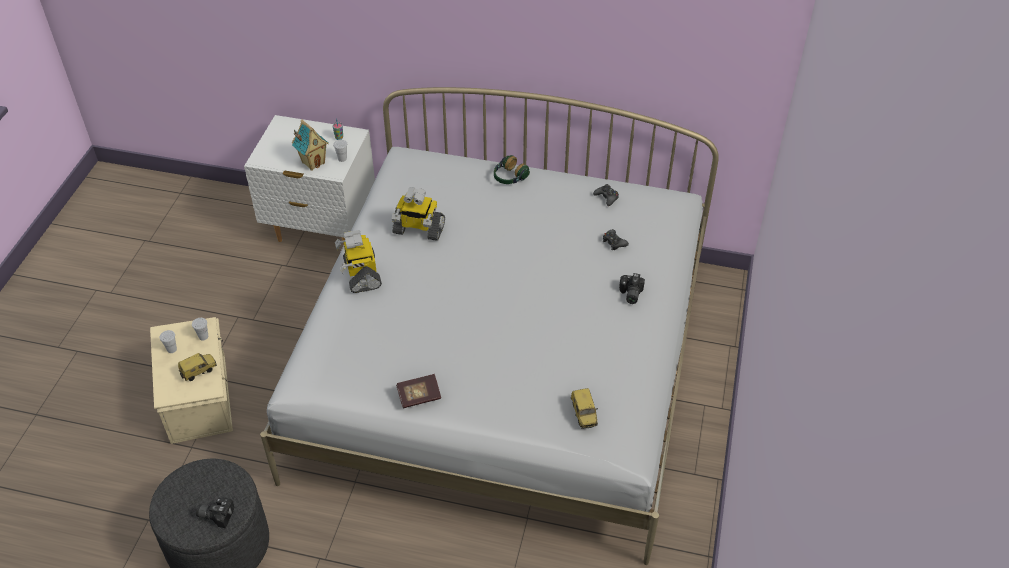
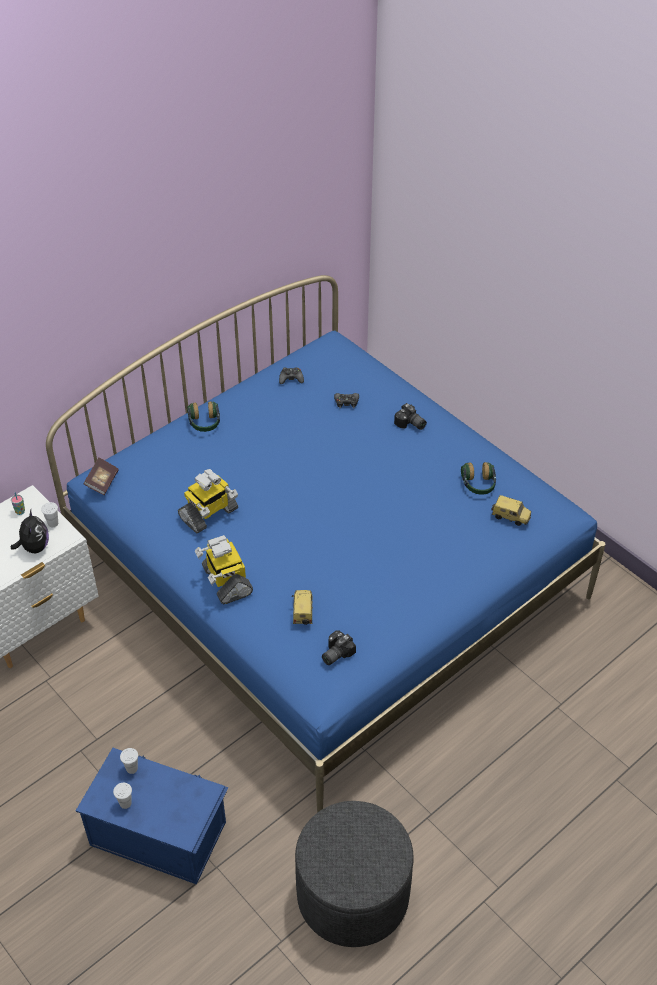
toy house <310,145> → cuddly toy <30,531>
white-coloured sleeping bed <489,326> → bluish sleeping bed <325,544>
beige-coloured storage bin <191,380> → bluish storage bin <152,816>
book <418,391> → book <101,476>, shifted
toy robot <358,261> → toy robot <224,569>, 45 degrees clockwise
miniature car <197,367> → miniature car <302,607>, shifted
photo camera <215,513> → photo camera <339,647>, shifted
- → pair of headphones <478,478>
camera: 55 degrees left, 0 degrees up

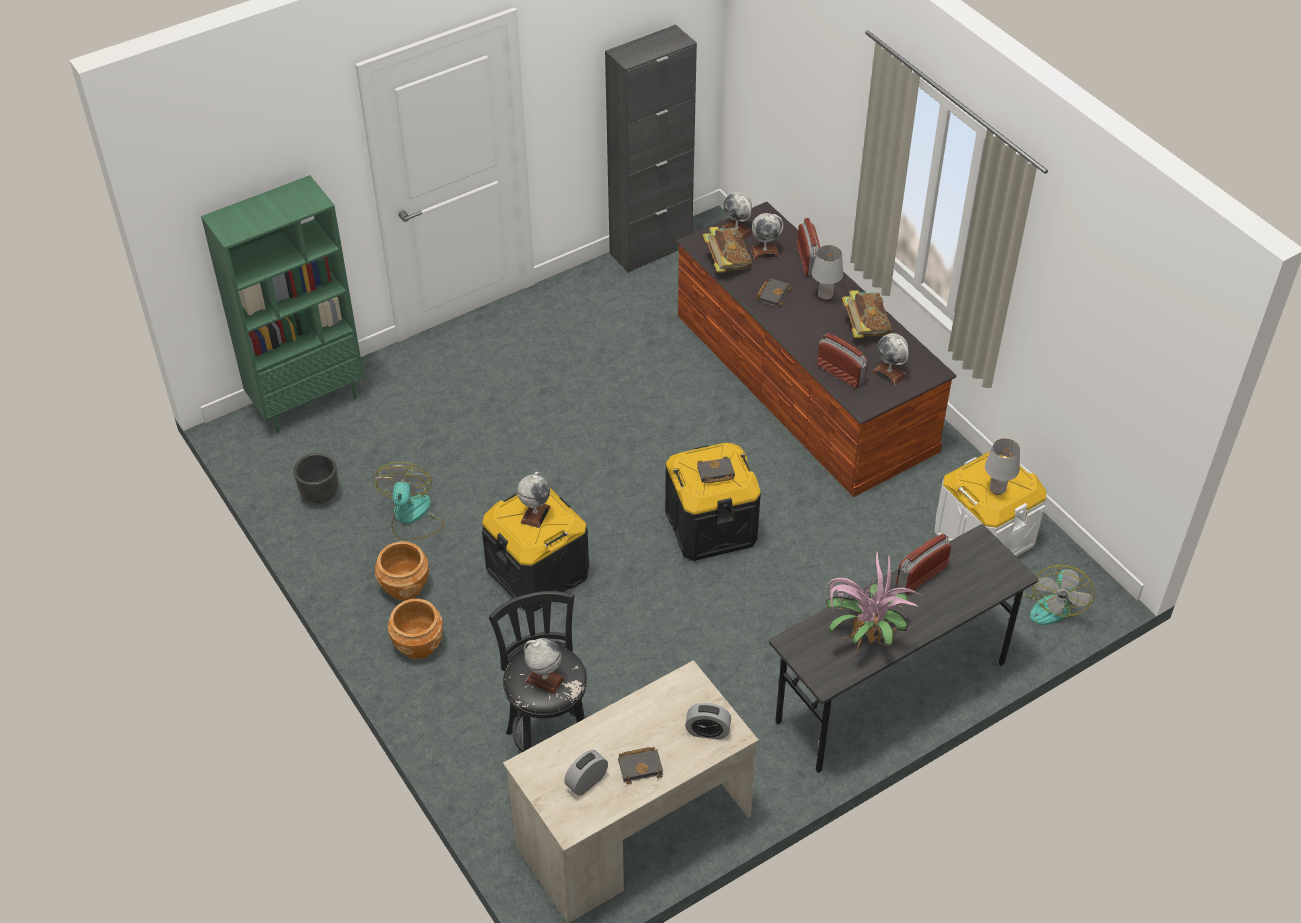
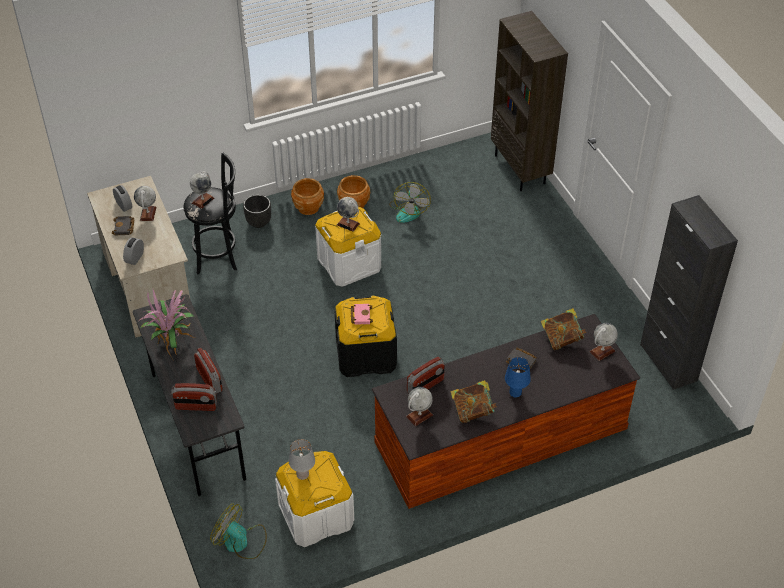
globe <766,236> → globe <145,203>, shifted
radio receiver <808,247> → radio receiver <194,397>, shifted
blackish planter <316,478> → blackish planter <257,211>, shifted
blackish storage bin <535,549> → white-coloured storage bin <348,247>
blackish book <716,470> → pink-coloured book <362,314>
fan <408,501> → fan <410,202>, 90 degrees clockwise
greenish bookshelf <282,304> → brown-coloured bookshelf <529,101>
gray lamp for a table <827,272> → bluish lamp for a table <518,377>
camera: 100 degrees right, 0 degrees up

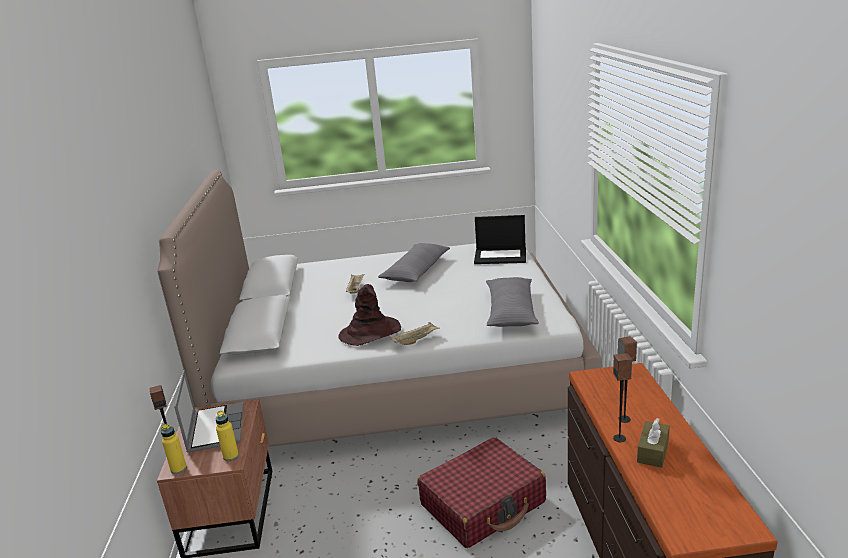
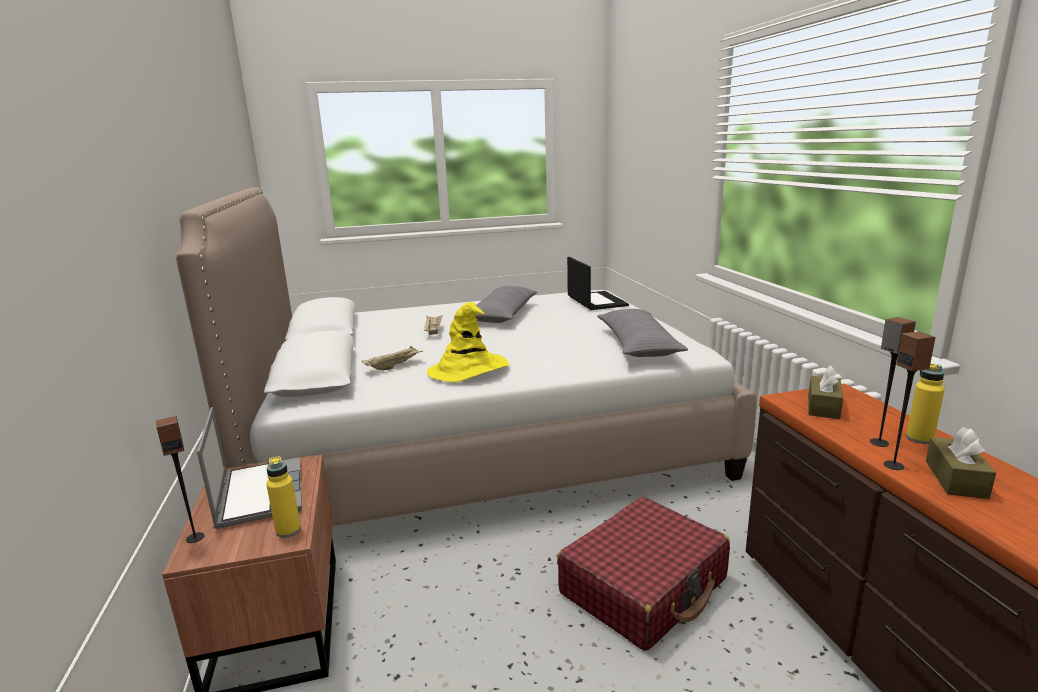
beige-coloured tray <415,333> → beige-coloured tray <392,358>, shifted
brown-coloured clothing hat <369,315> → yellowish clothing hat <468,342>
portable computer <500,239> → portable computer <598,283>, 105 degrees counterclockwise
- → brown-coloured box of tissues <825,392>
yellowish drink bottle <174,449> → yellowish drink bottle <925,403>, shifted
camera: 10 degrees left, 5 degrees down

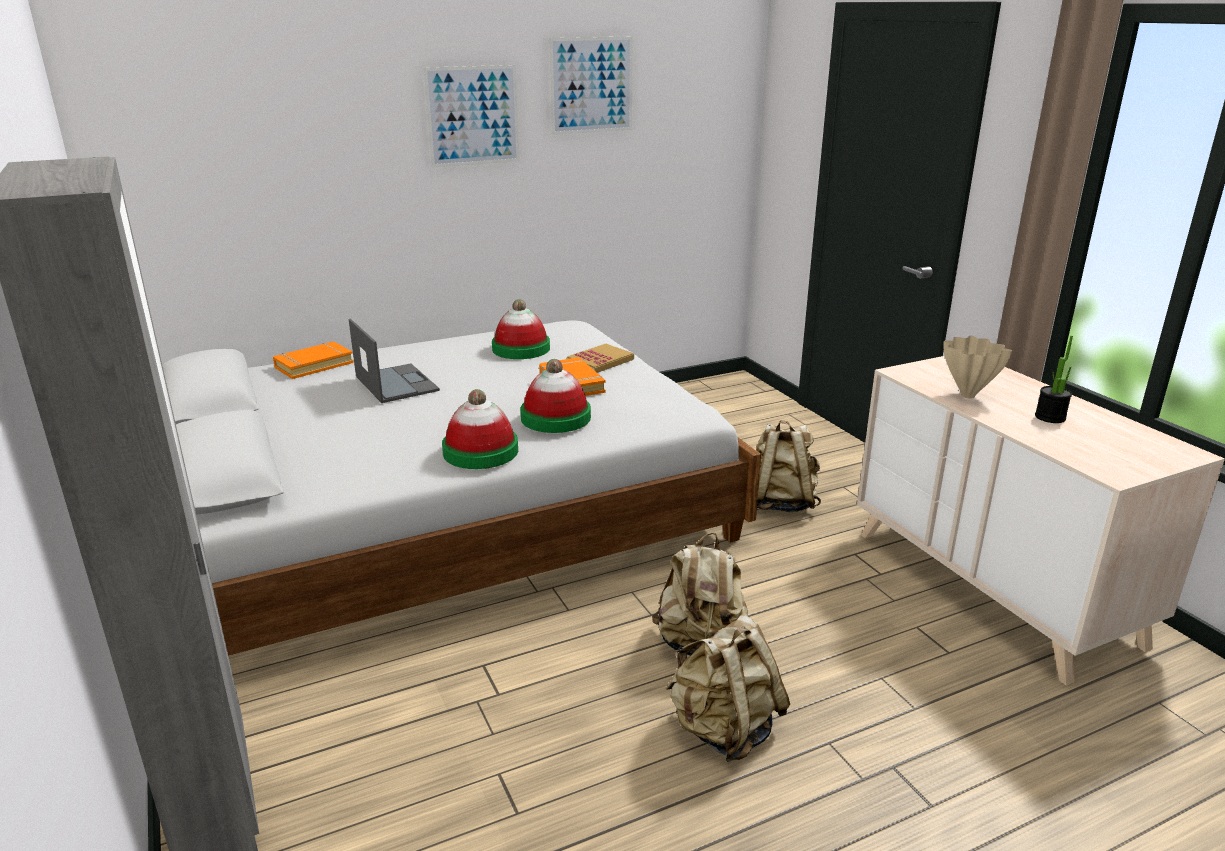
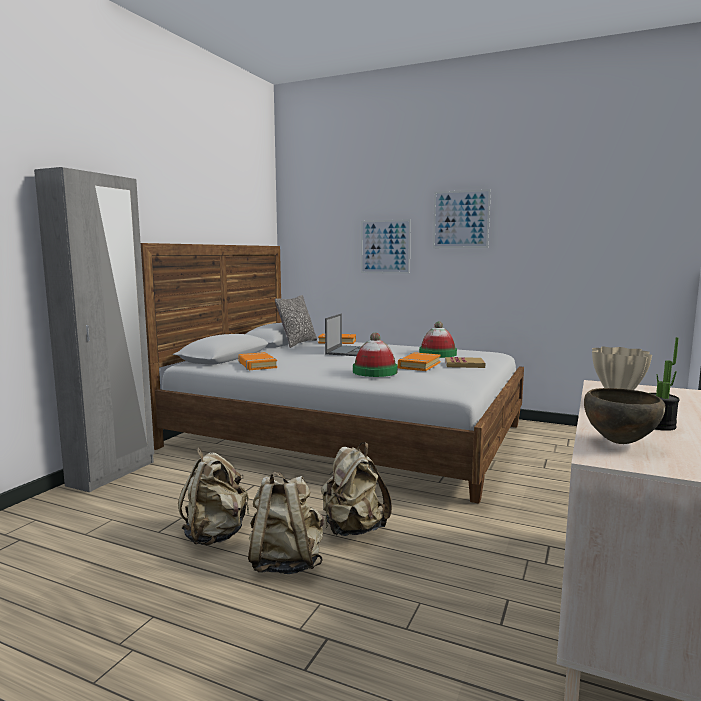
beige-coloured backpack <788,466> → beige-coloured backpack <214,496>, shifted
- → orange book <257,361>
- → cushion <296,321>
wall picture <591,86> → wall picture <386,246>, shifted
- → brown-coloured bowl <625,416>
clothing hat <480,429> → -
camera: 50 degrees right, 15 degrees down

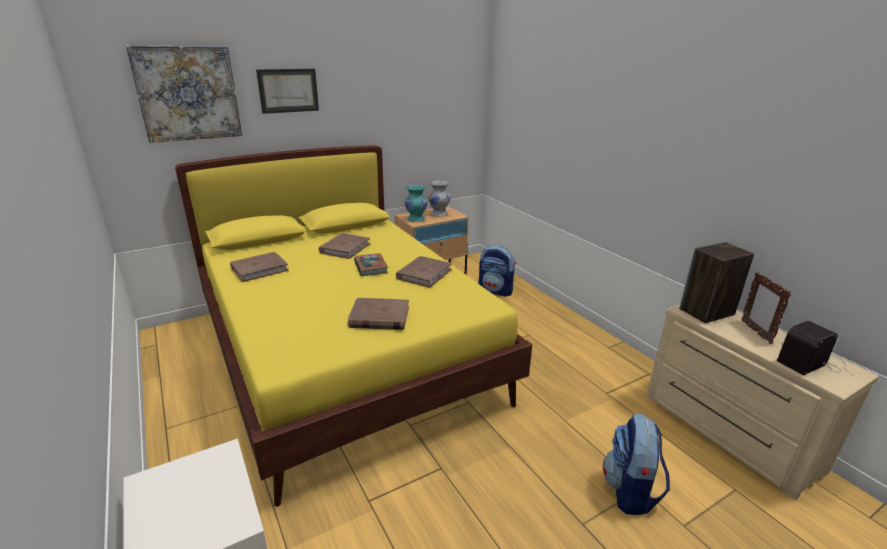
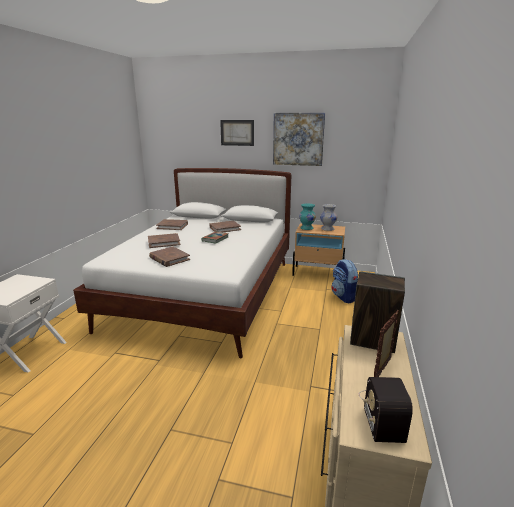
yellowish sleeping bed <354,326> → white-coloured sleeping bed <182,263>
brown-coloured book <424,272> → brown-coloured book <164,240>, shifted
wall picture <184,94> → wall picture <299,139>, shifted
radio receiver <815,348> → radio receiver <386,410>, 105 degrees counterclockwise
backpack <636,464> → -
camera: 45 degrees right, 5 degrees down

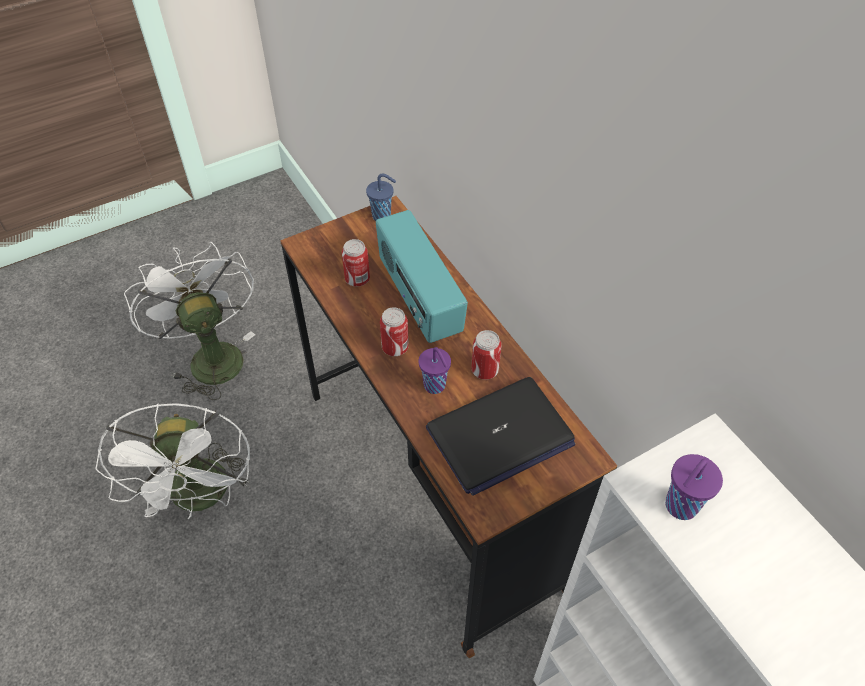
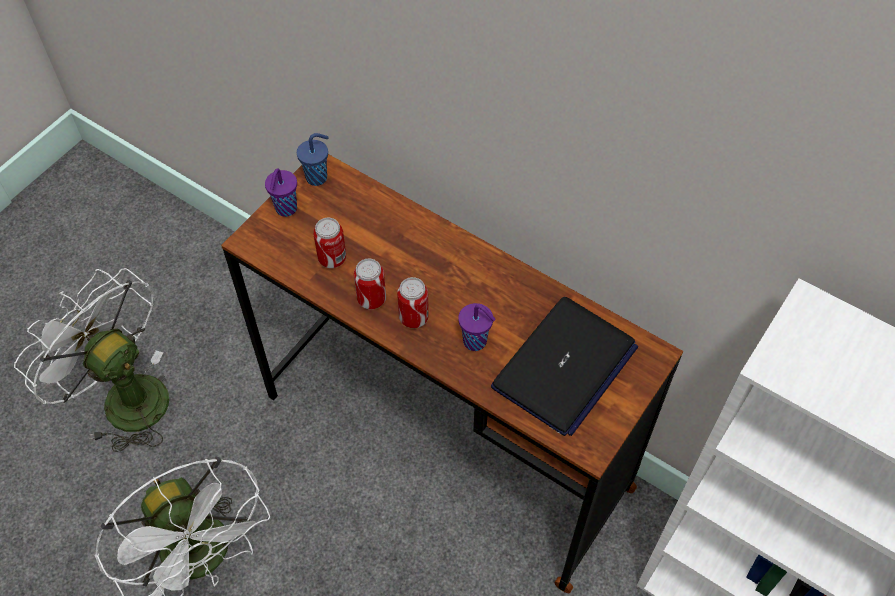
purple drinking cup <694,487> → purple drinking cup <281,192>, shifted
can <486,355> → can <370,283>, shifted
radio receiver <422,276> → -
camera: 25 degrees left, 5 degrees up

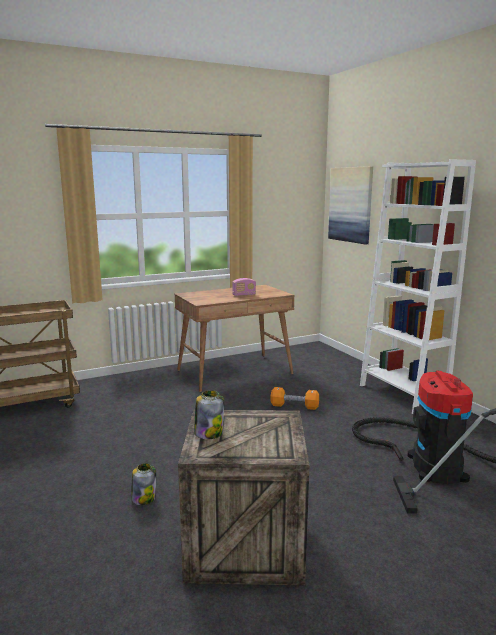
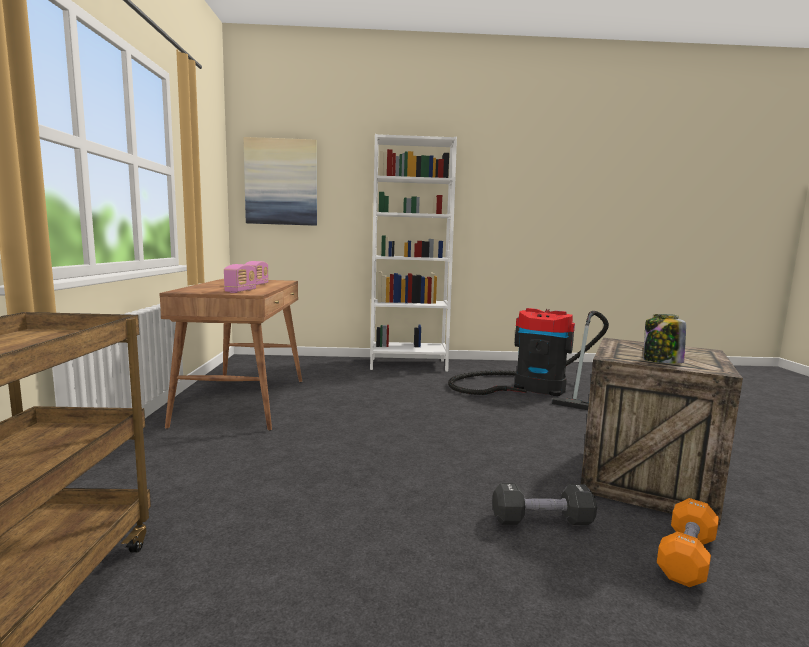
- → radio receiver <240,278>
jar <143,484> → blackish free weight <544,504>
orange free weight <294,398> → orange free weight <688,542>, shifted
camera: 65 degrees left, 5 degrees down

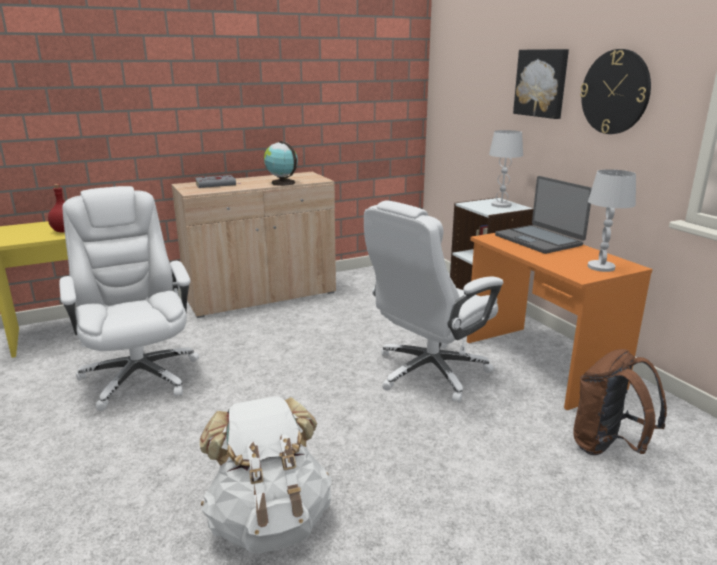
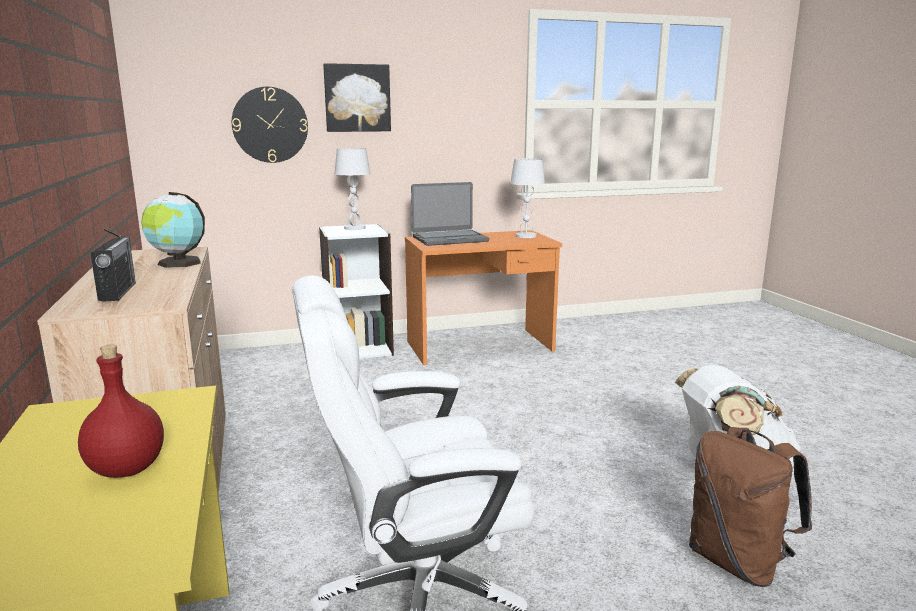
gray book <218,181> → radio receiver <113,264>
hanging clock <615,91> → hanging clock <270,125>, shifted
brown-coloured backpack <620,402> → brown-coloured backpack <750,507>, shifted
white-coloured computer chair <433,302> → -
camera: 80 degrees left, 5 degrees down

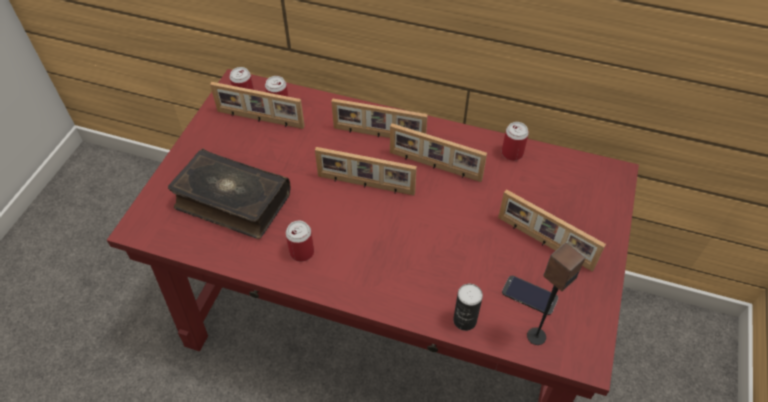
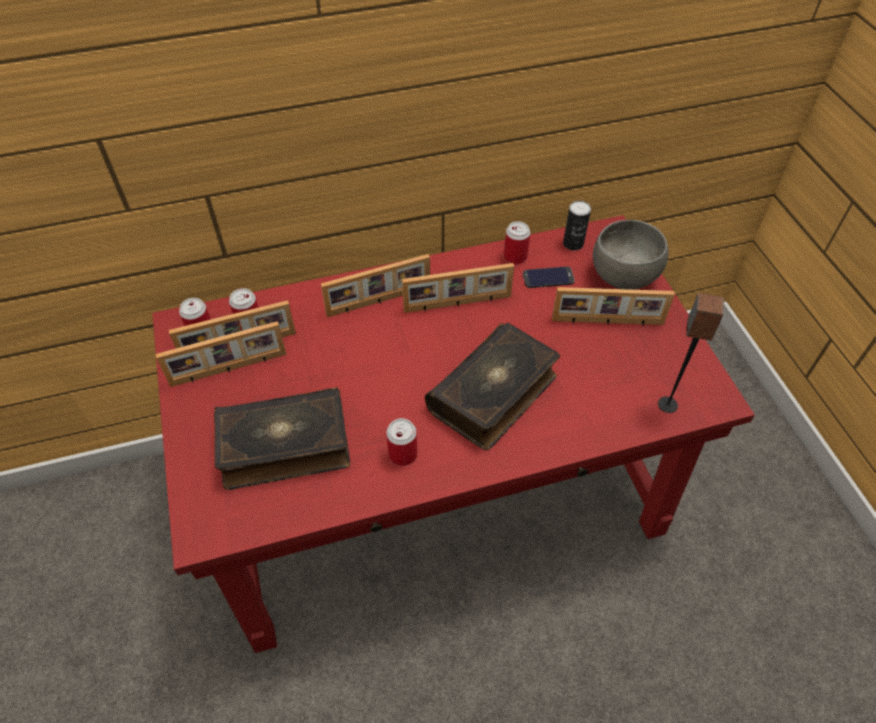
standing frame <366,171> → standing frame <221,354>, shifted
- → book <492,386>
phone <530,295> → phone <549,277>, shifted
can <468,307> → can <577,225>, shifted
- → gray bowl <631,255>
camera: 35 degrees left, 0 degrees up

